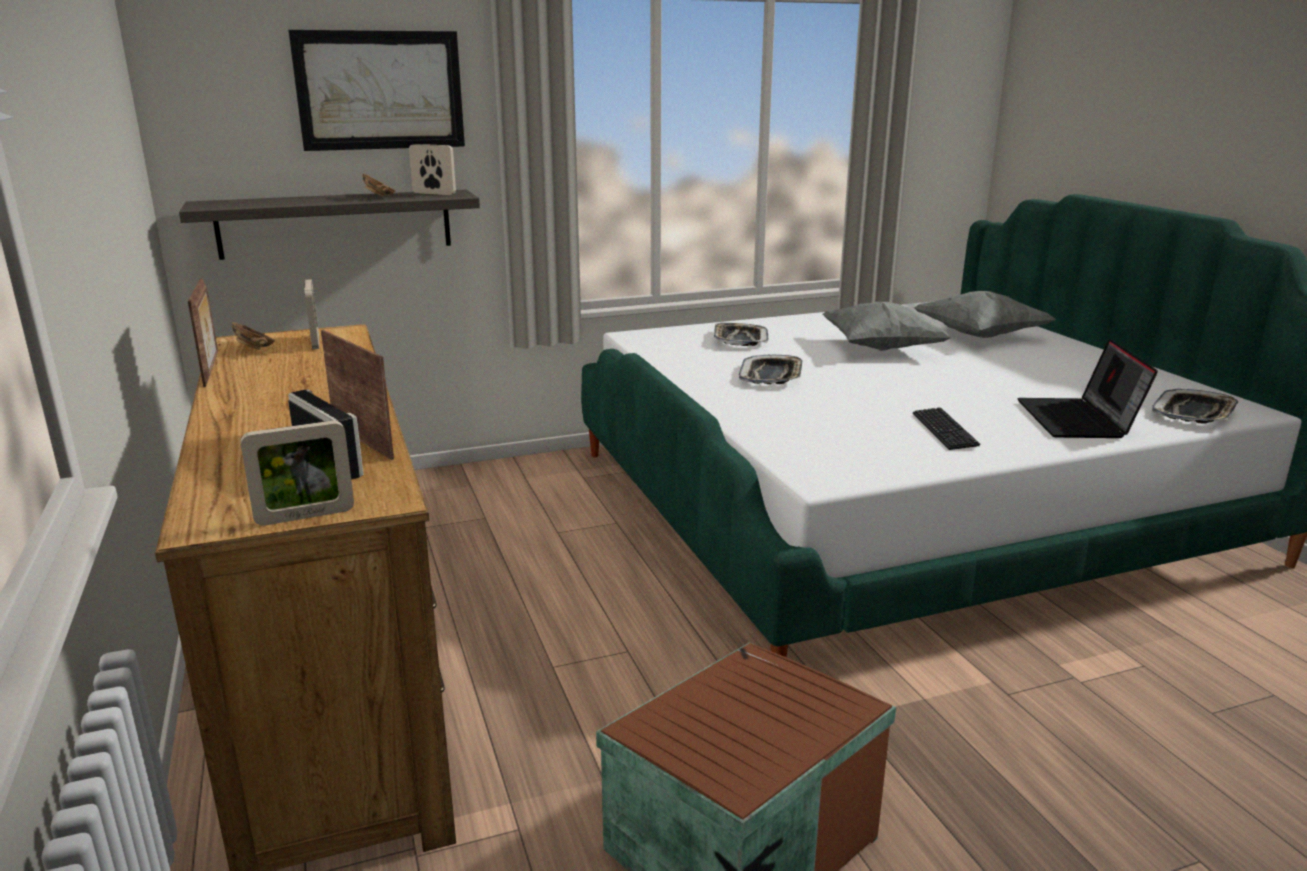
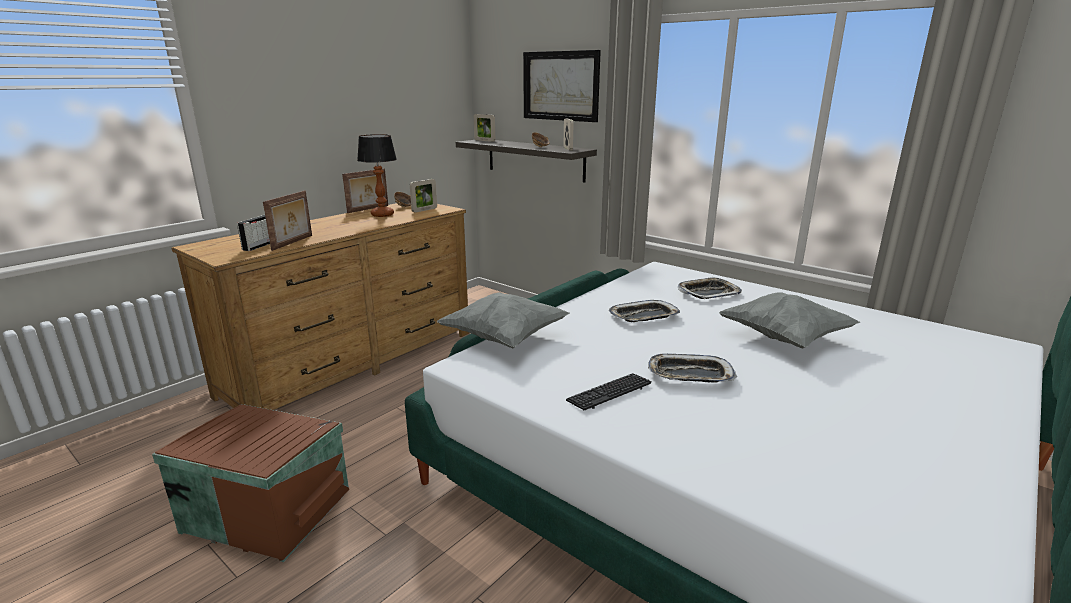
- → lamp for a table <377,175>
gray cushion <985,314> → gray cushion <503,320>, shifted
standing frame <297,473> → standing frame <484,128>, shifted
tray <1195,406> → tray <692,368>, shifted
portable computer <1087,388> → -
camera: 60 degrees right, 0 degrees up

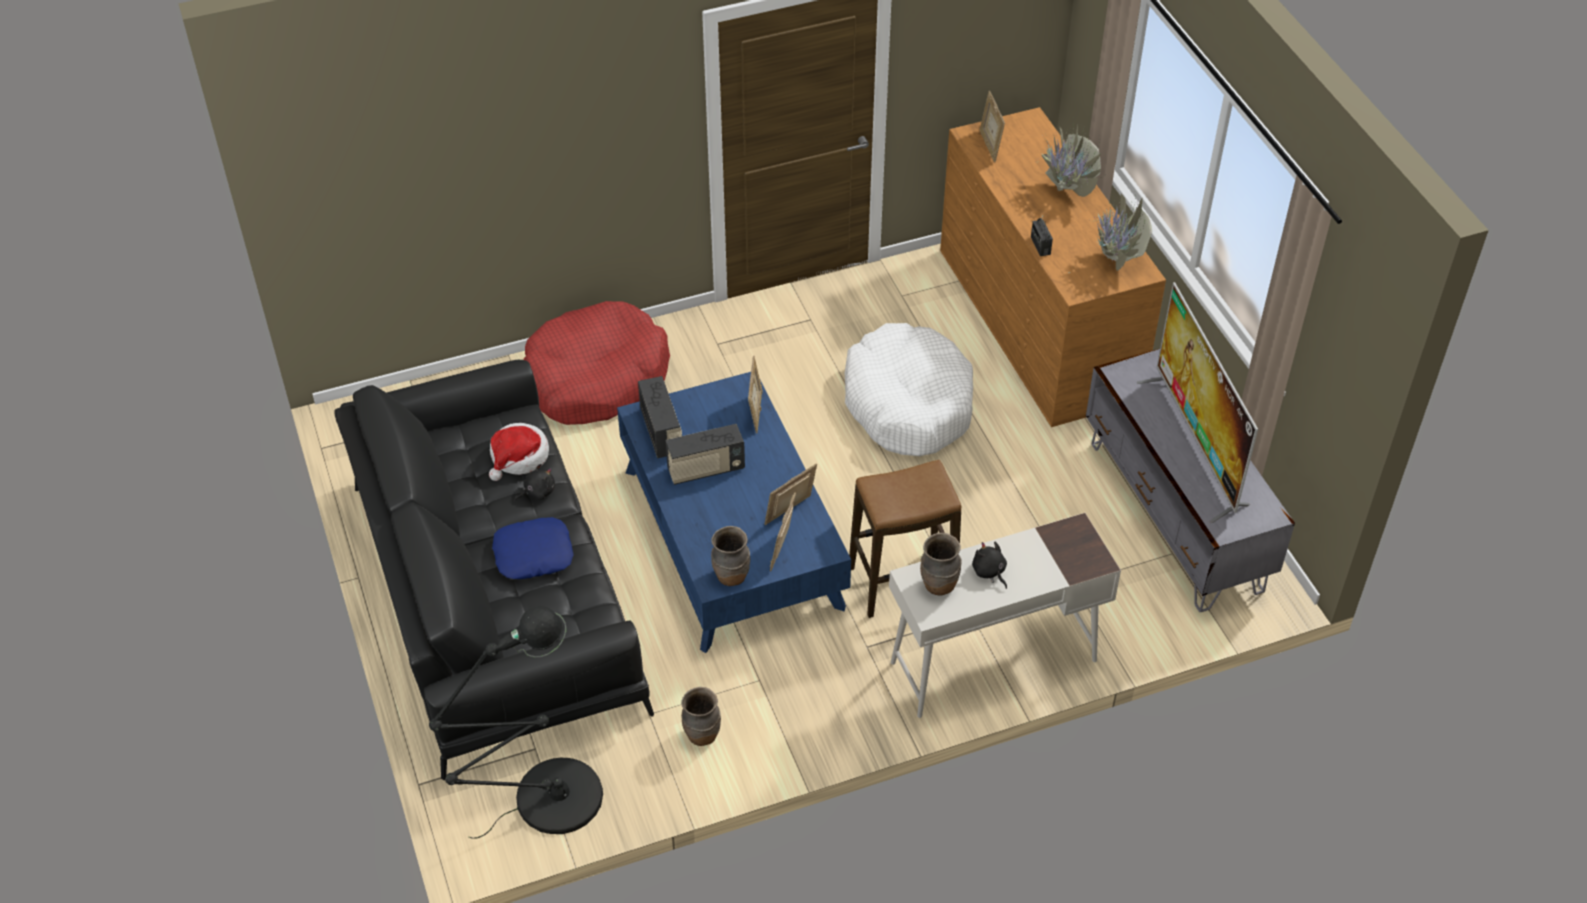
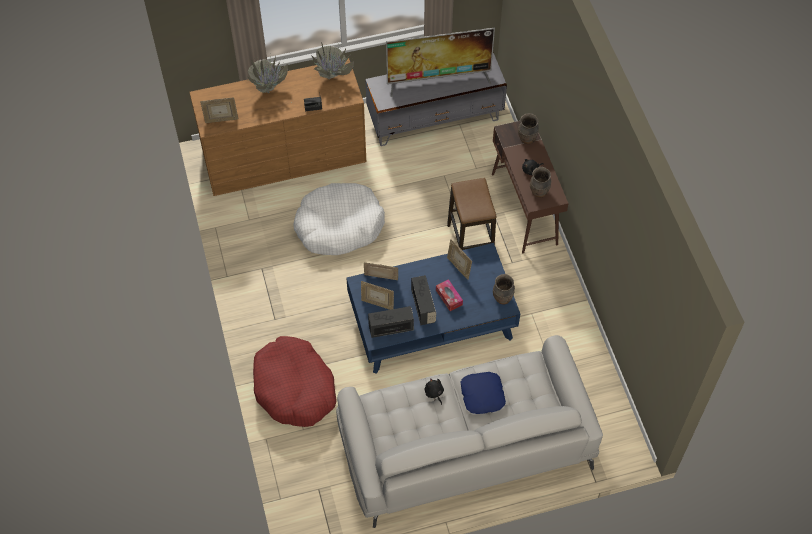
blackish settee <494,570> → white-coloured settee <469,431>
standing frame <783,531> → standing frame <377,295>, shifted
- → box of tissues <449,295>
white-coloured desk <1005,615> → brown-coloured desk <530,187>
brown-coloured decorative vase <701,716> → brown-coloured decorative vase <528,128>, shifted
blackish floor lamp <516,722> → -
clothing hat <519,452> → -
camera: 85 degrees left, 10 degrees up

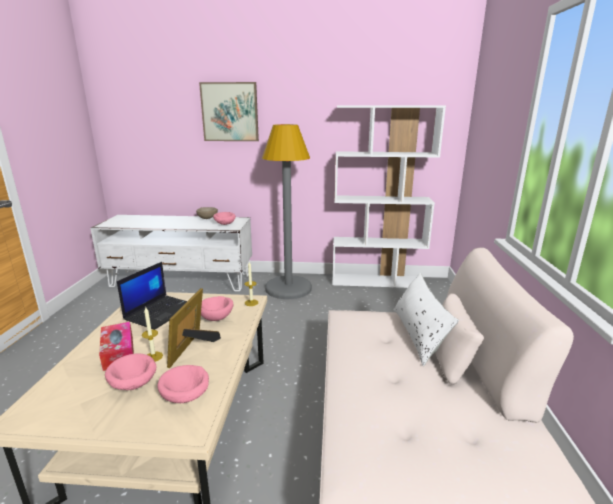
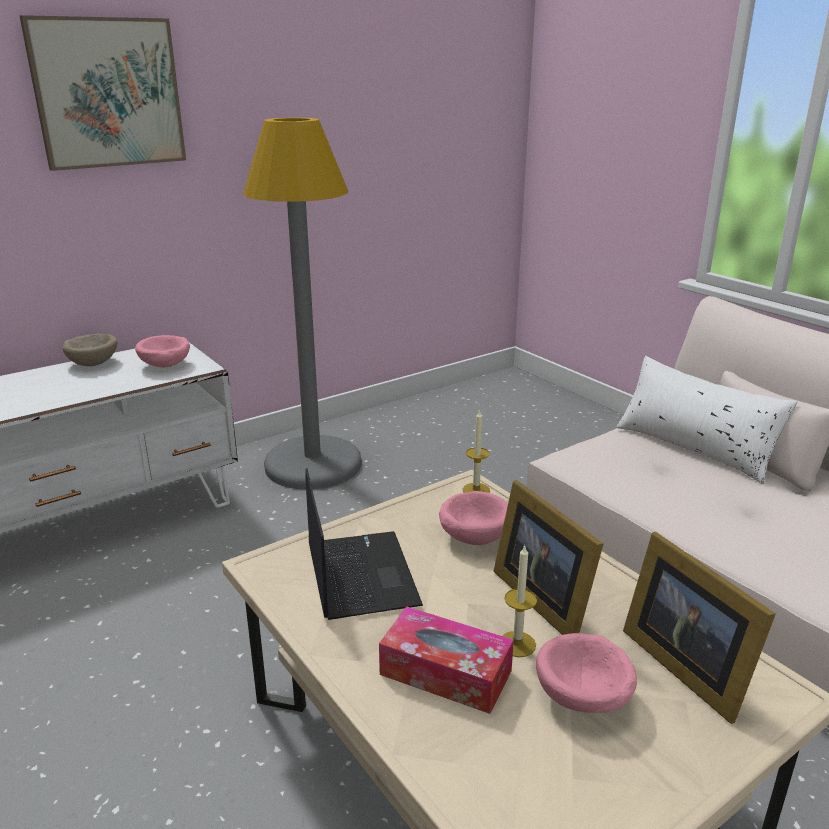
pink-coloured bowl <183,384> → standing frame <699,628>
white-coloured bookshelf <389,196> → -
camera: 40 degrees left, 5 degrees up

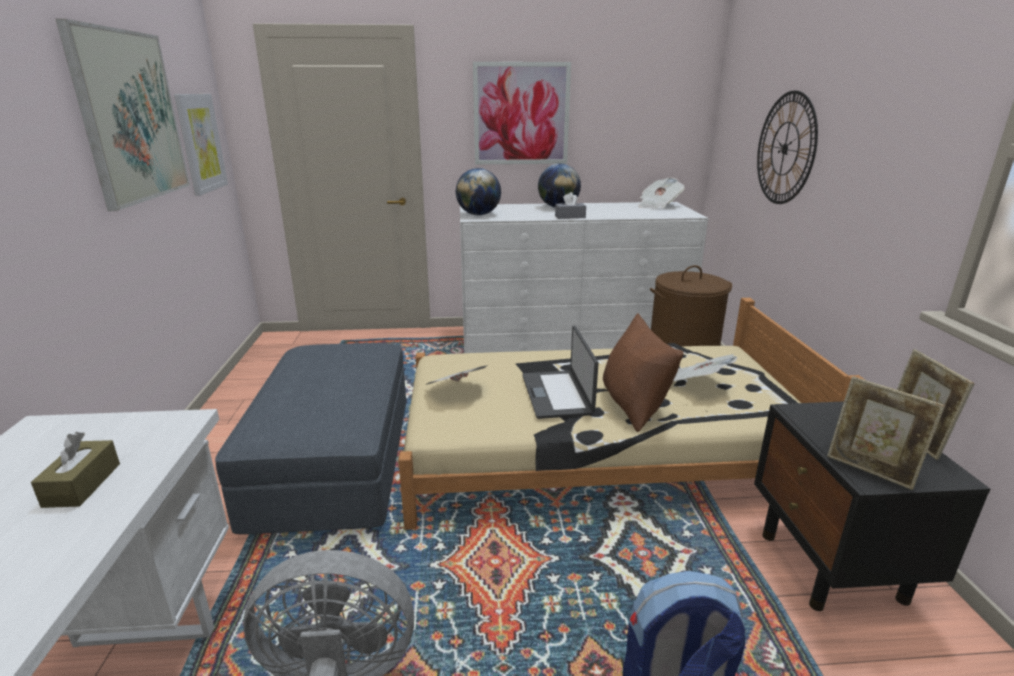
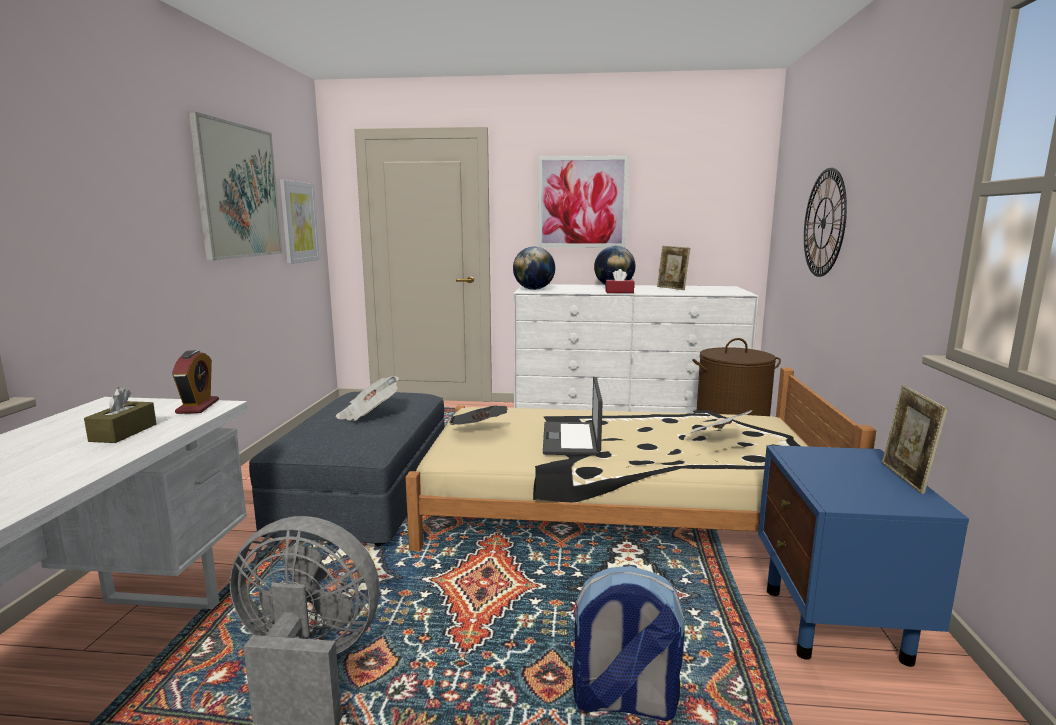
- → table clock <195,382>
newspaper <661,193> → newspaper <367,398>, shifted
gray box of tissues <570,205> → reddish box of tissues <619,281>
standing frame <886,433> → standing frame <673,268>, shifted
blackish night table <872,506> → bluish night table <863,556>
brown-coloured cushion <643,372> → -
camera: 10 degrees right, 10 degrees down

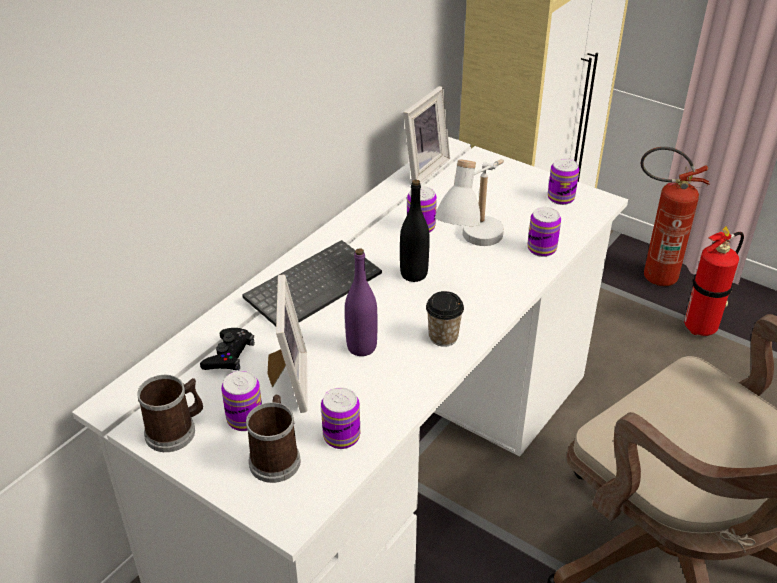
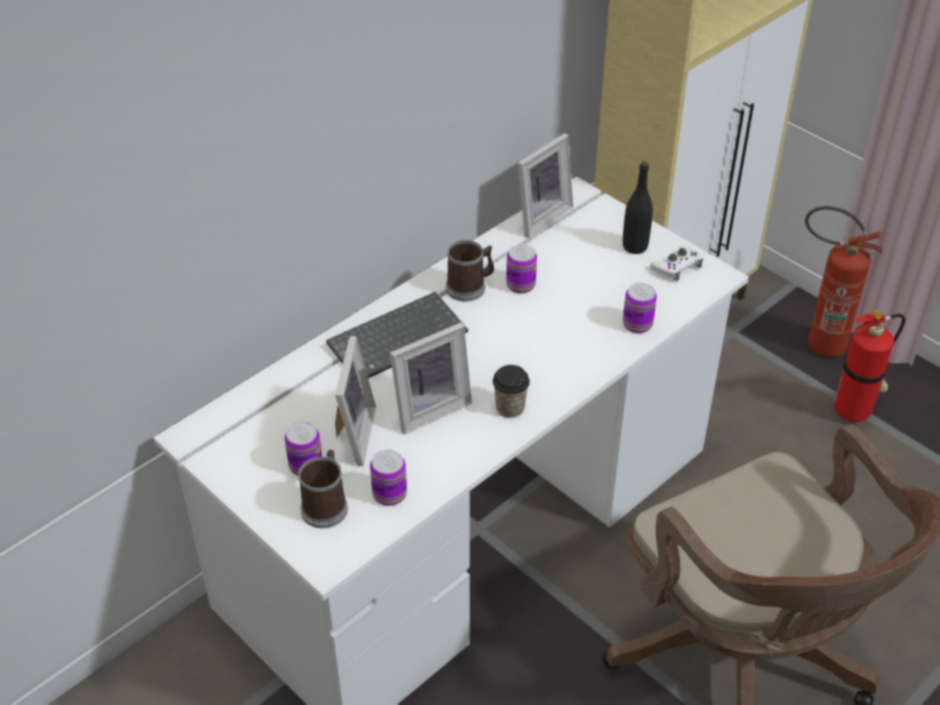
purple drink bottle <361,302> → standing frame <431,378>
mug <170,413> → mug <470,271>, shifted
blackish drink bottle <415,231> → blackish drink bottle <638,207>, shifted
can <563,181> → white-coloured gamepad <676,263>
blackish gamepad <227,349> → -
white-coloured lamp for a table <469,202> → -
camera: 10 degrees right, 5 degrees up

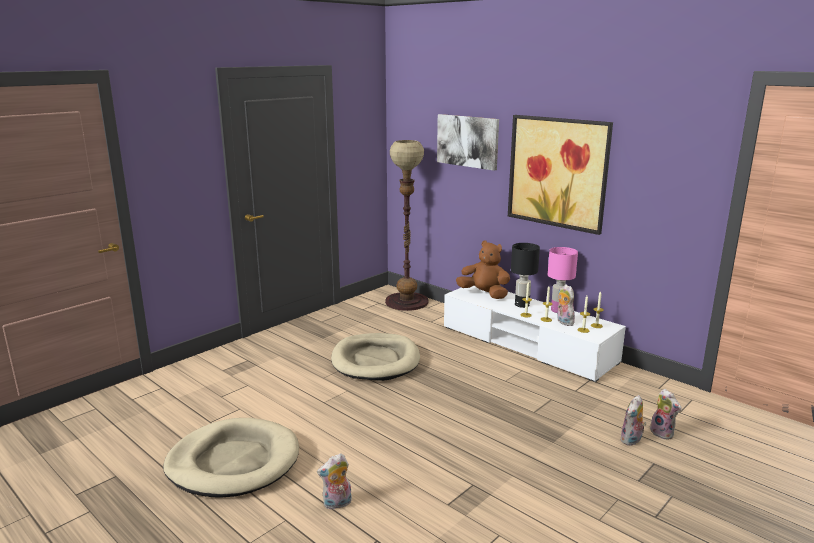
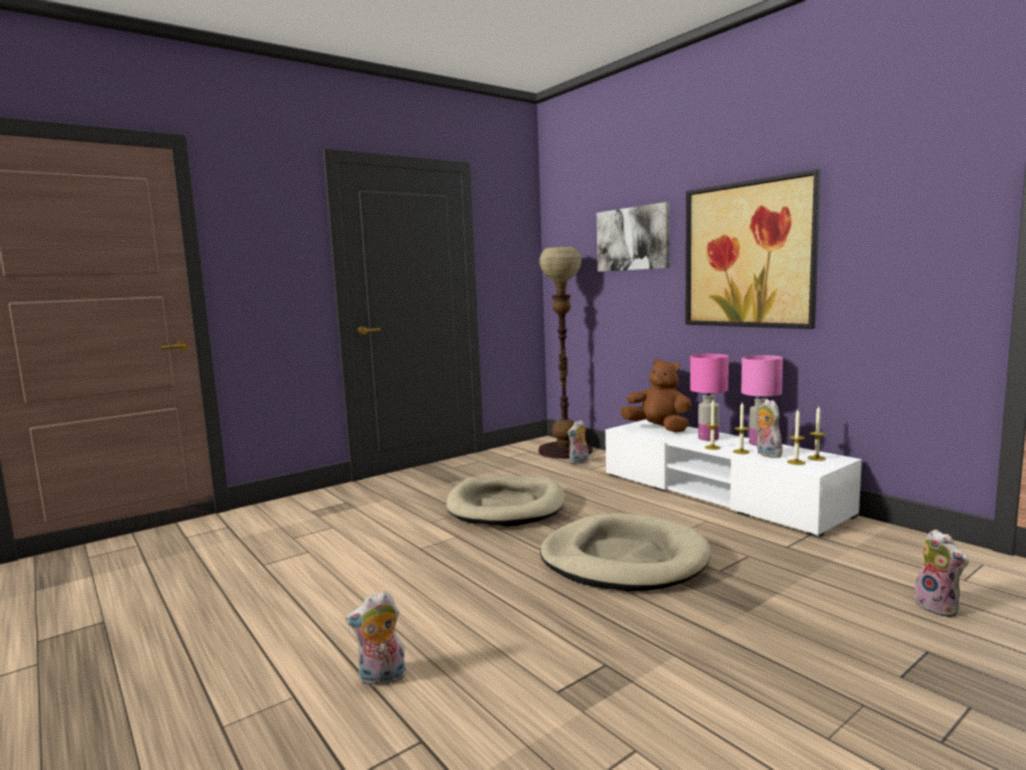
beige-coloured dog bed <231,458> → beige-coloured dog bed <625,552>, shifted
cuddly toy <633,420> → cuddly toy <578,442>, shifted
blackish lamp for a table <525,275> → pink-coloured lamp for a table <709,397>
camera: 10 degrees right, 10 degrees down

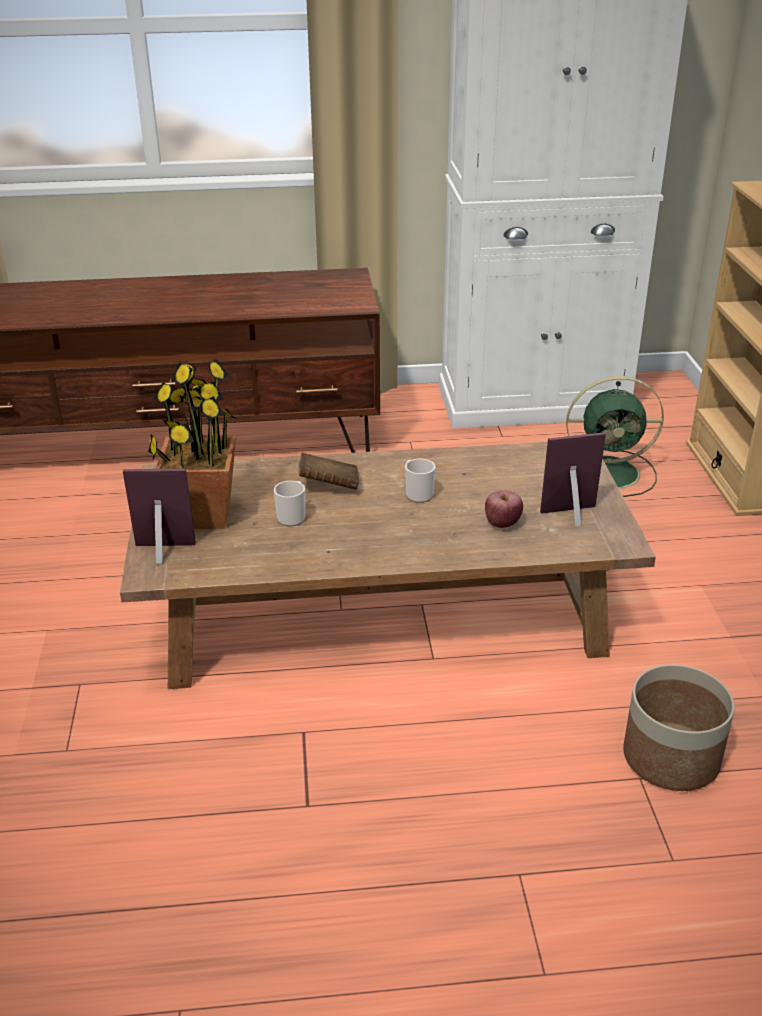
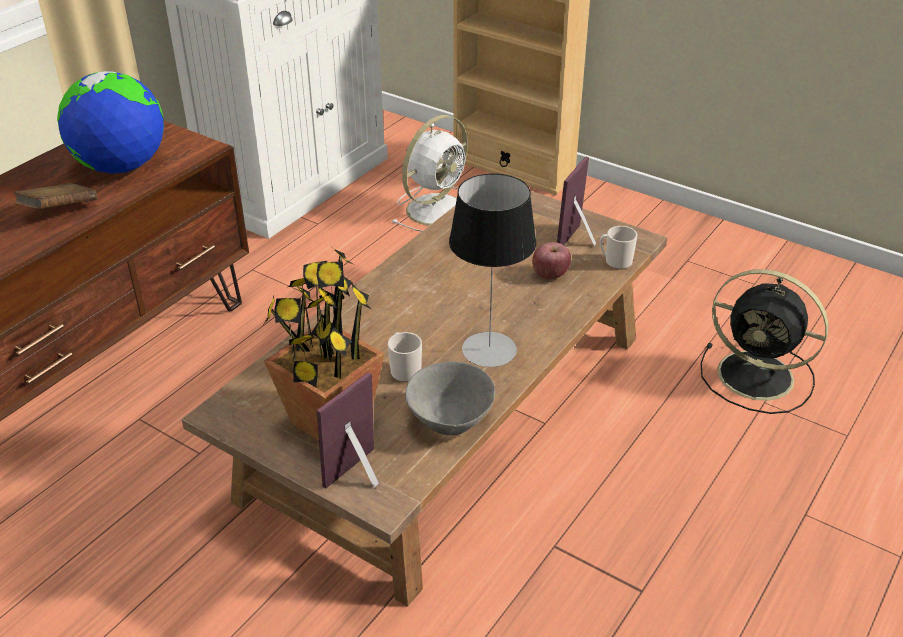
brown-coloured book <328,471> → brown-coloured book <55,196>, shifted
- → globe <110,122>
greenish fan <615,436> → white-coloured fan <429,173>
- → gray bowl <450,398>
- → lamp for a table <492,270>
mug <420,481> → mug <619,248>, shifted
planter <679,727> → blackish fan <764,341>
camera: 50 degrees left, 5 degrees up

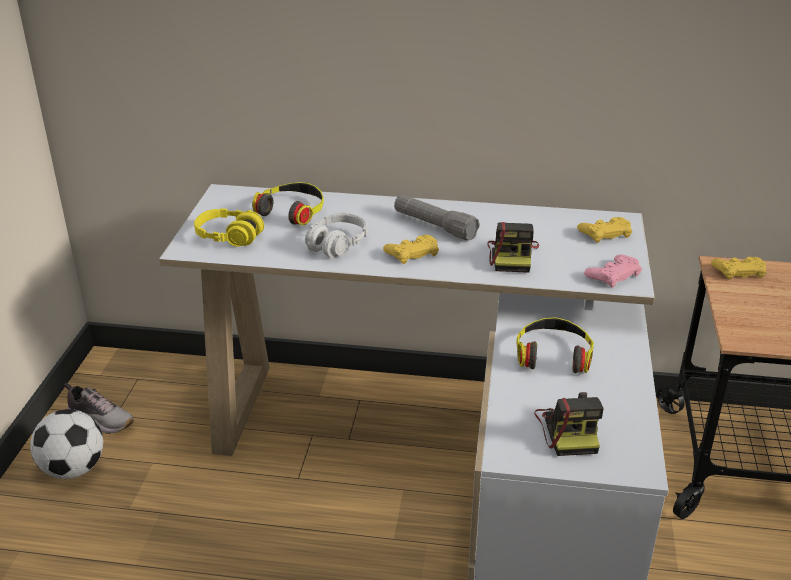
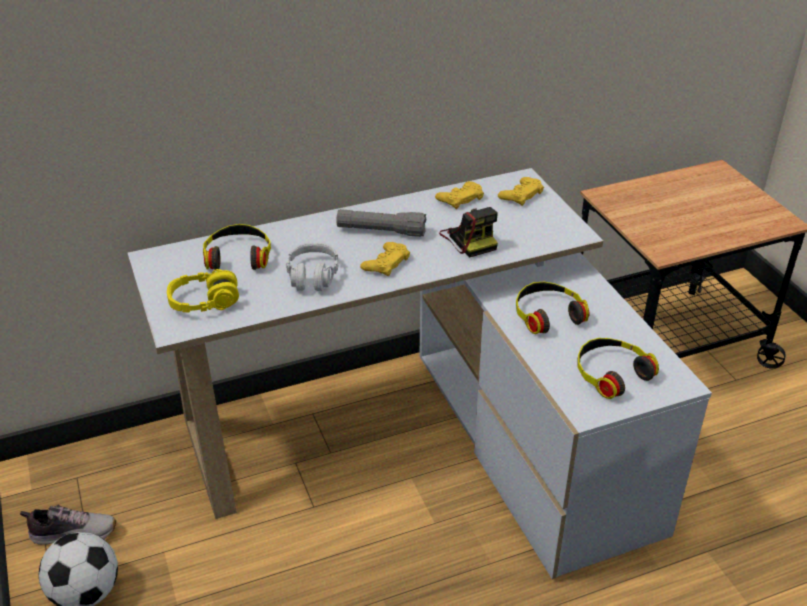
yellowish gamepad <738,268> → yellowish gamepad <459,195>, shifted
photo camera <569,424> → pair of headphones <618,368>
pink-coloured gamepad <613,271> → -
camera: 30 degrees left, 5 degrees up

